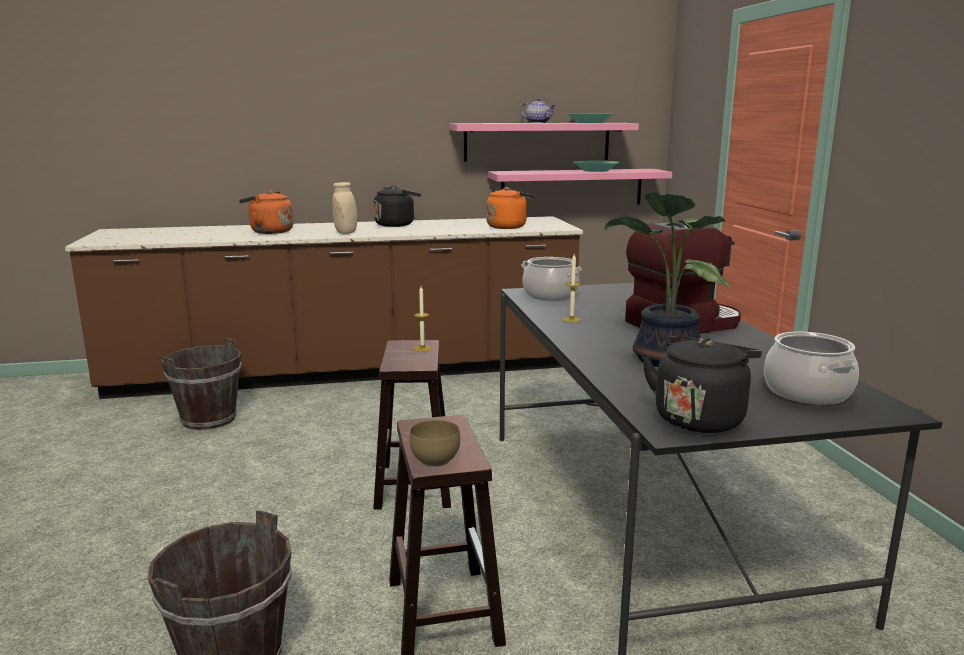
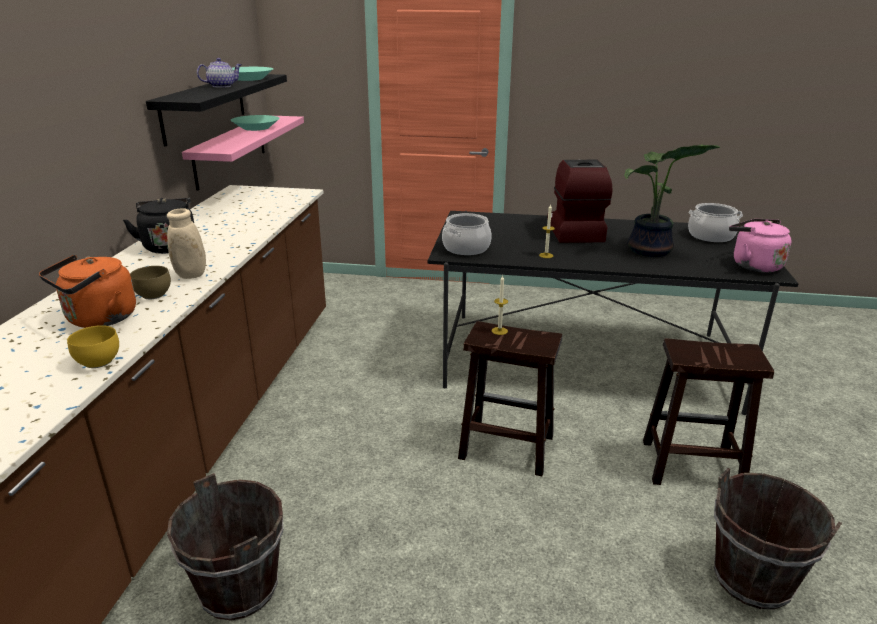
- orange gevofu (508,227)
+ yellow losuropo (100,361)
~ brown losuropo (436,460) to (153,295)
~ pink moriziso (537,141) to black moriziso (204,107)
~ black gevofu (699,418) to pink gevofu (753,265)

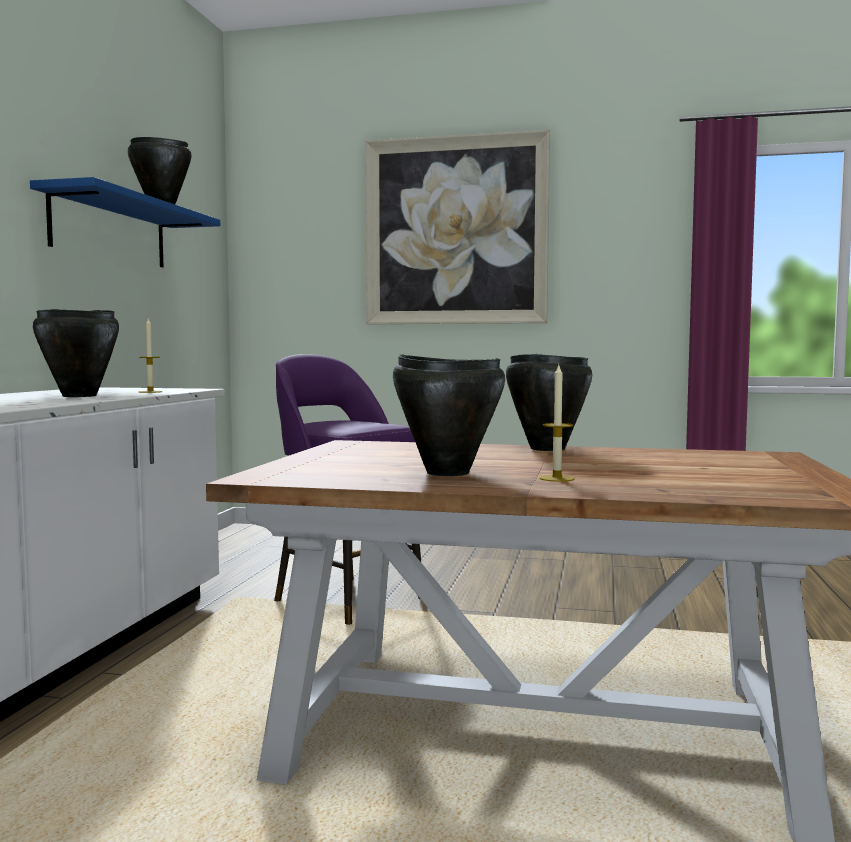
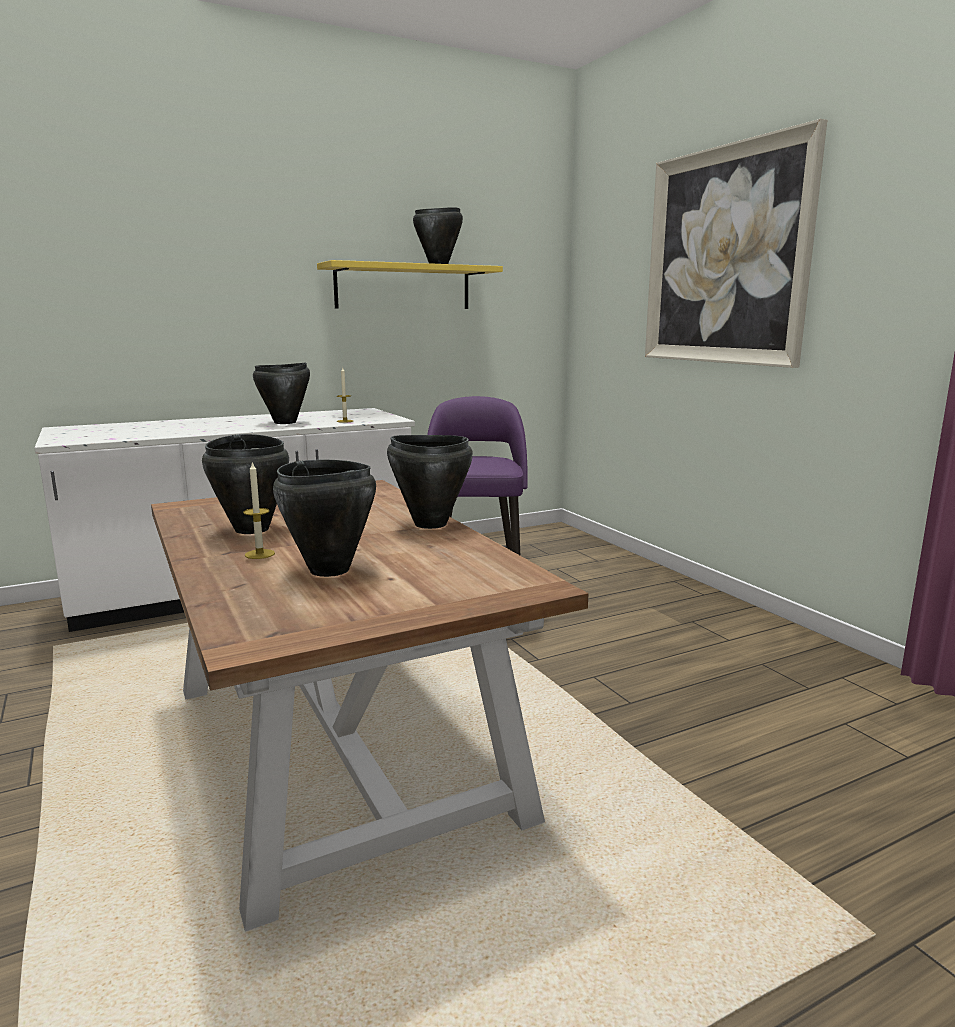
+ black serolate (329,570)
~ blue moriziso (110,231) to yellow moriziso (403,287)

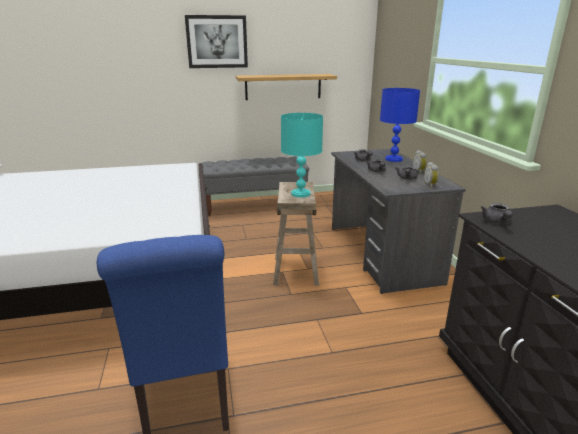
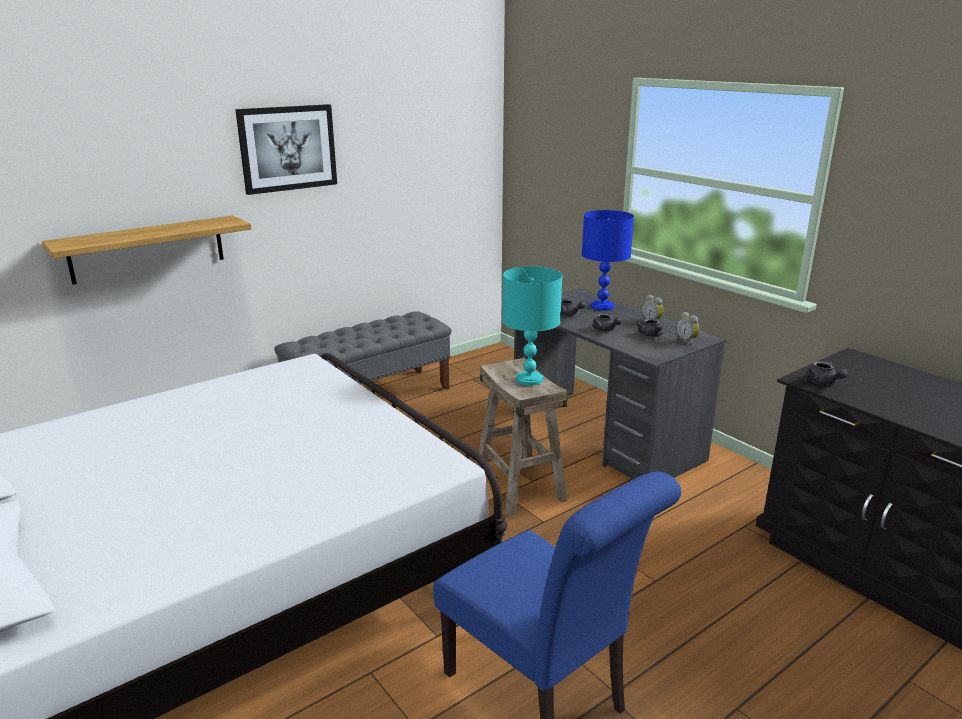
~ moriziso (283,87) to (147,249)

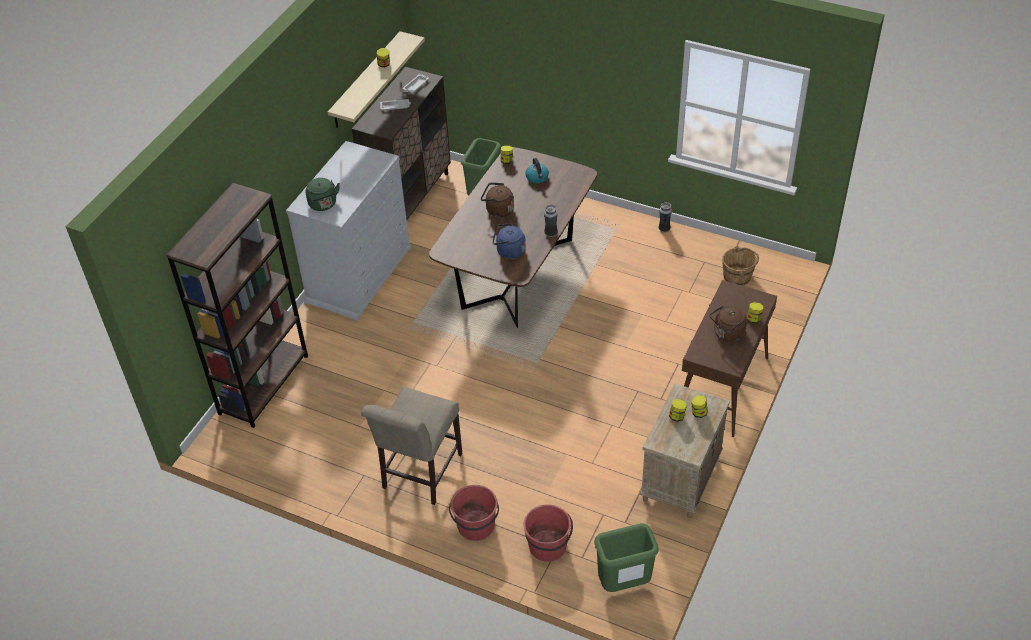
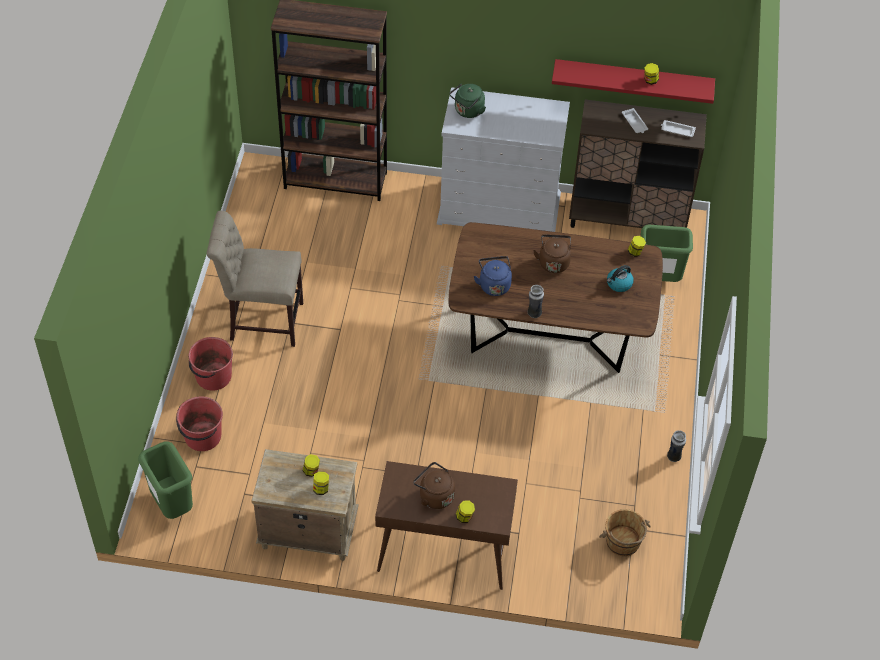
~ beige moriziso (366,81) to red moriziso (633,79)

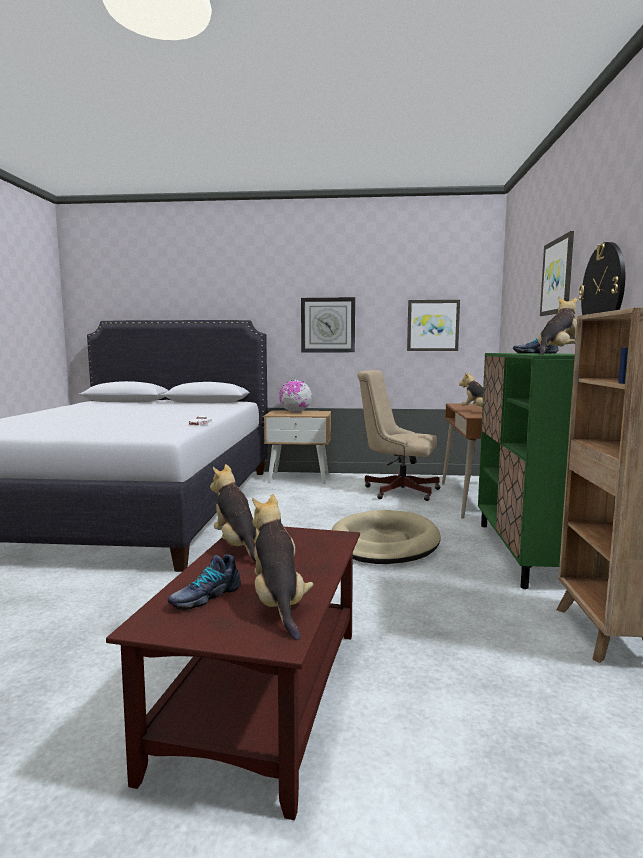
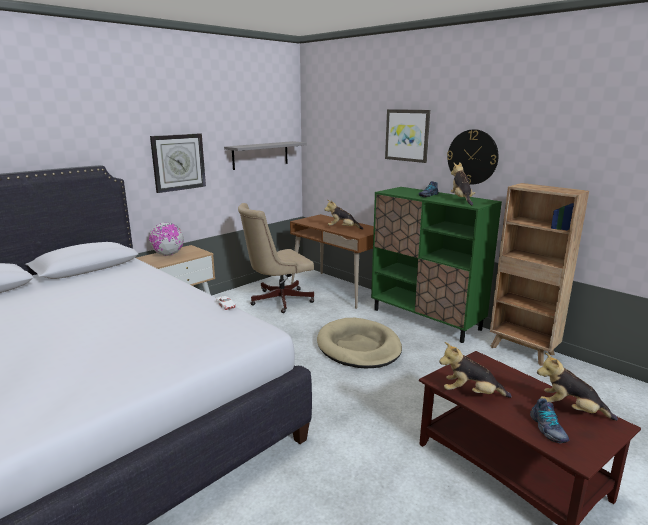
~ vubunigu (433,325) to grey moriziso (260,155)

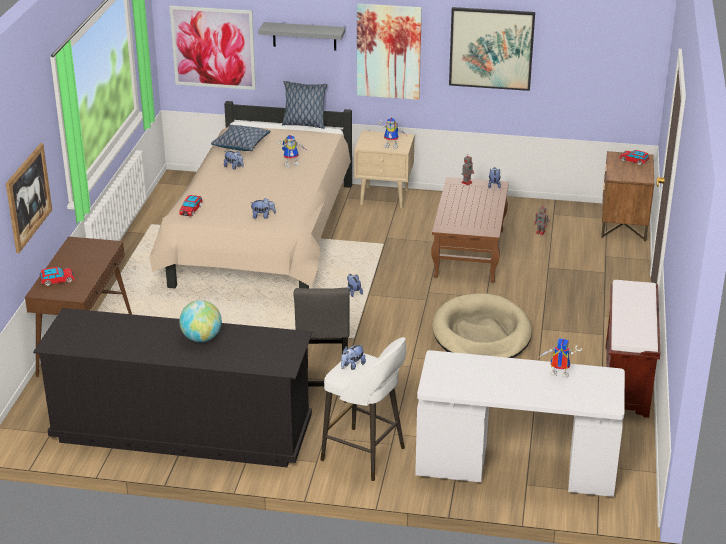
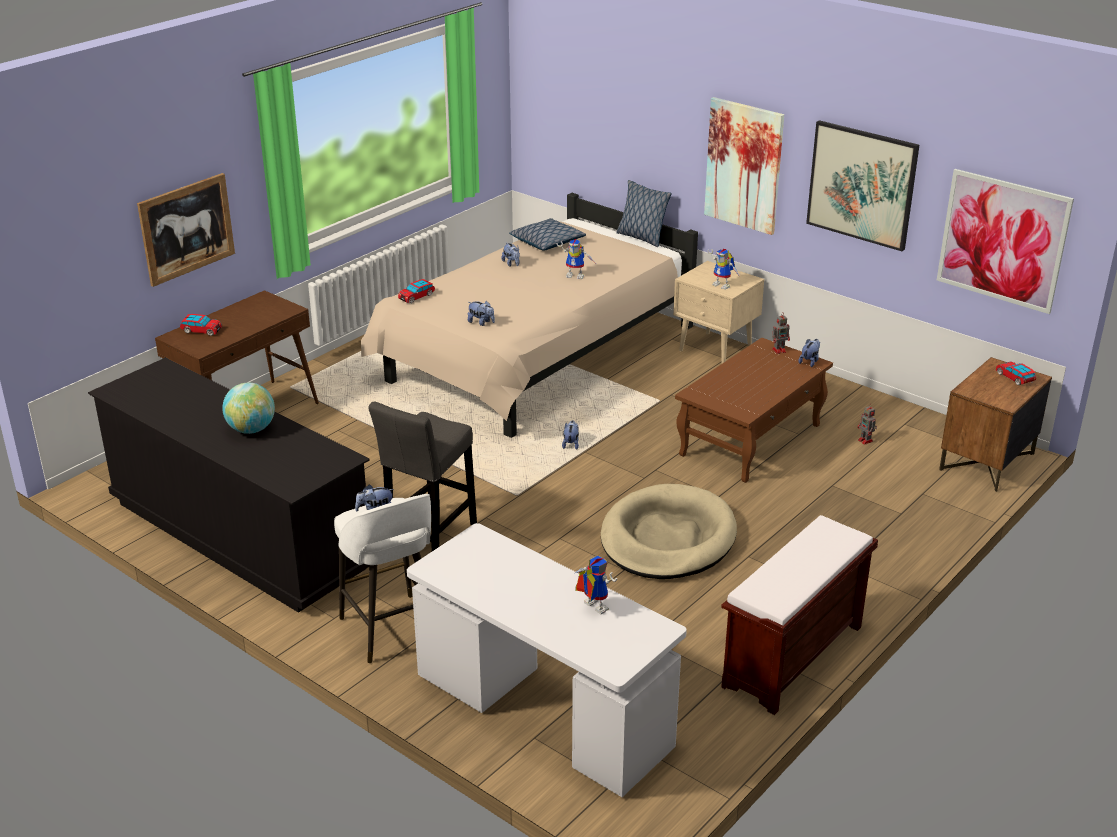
- grey moriziso (304,36)
~ vubunigu (213,47) to (1002,240)

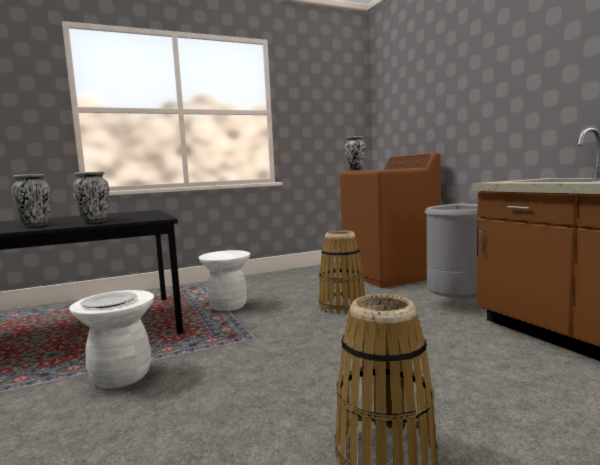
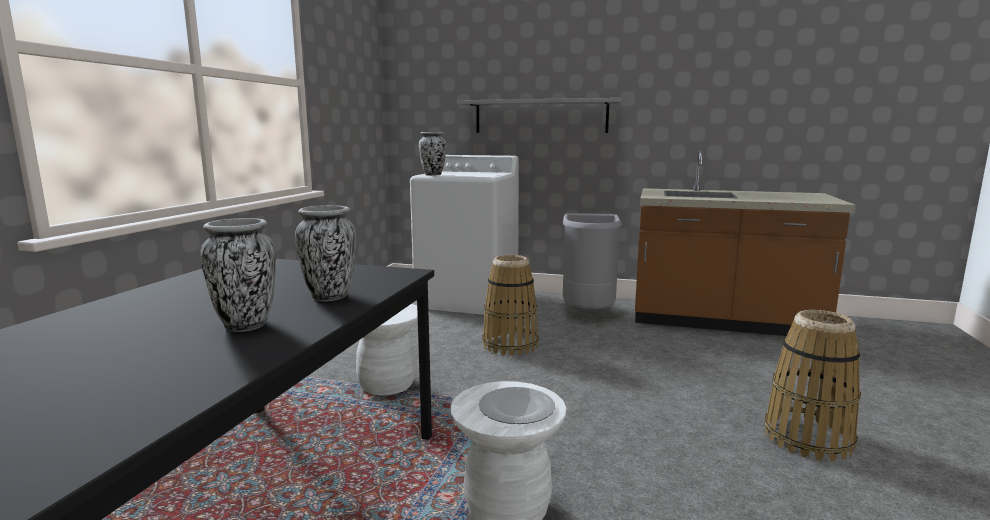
+ grey moriziso (540,116)
~ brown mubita (390,275) to white mubita (468,299)

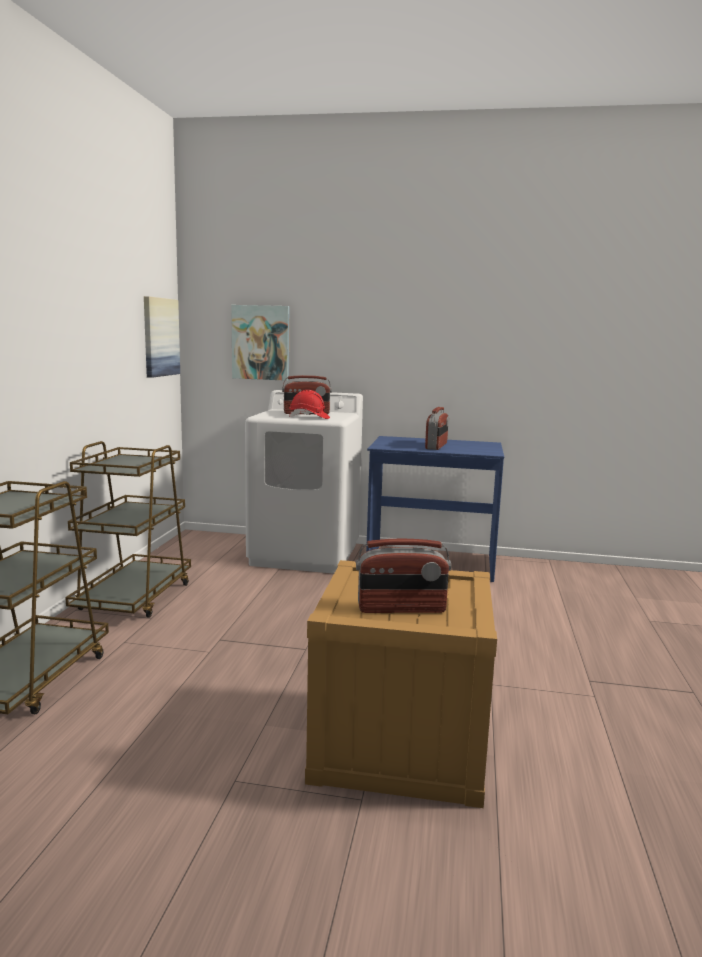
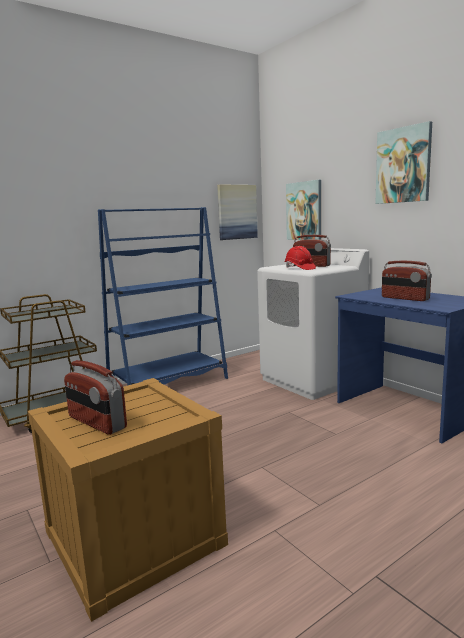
+ vubunigu (403,165)
~ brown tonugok (134,598) to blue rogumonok (169,384)
~ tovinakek (436,446) = (404,298) 75 degrees clockwise

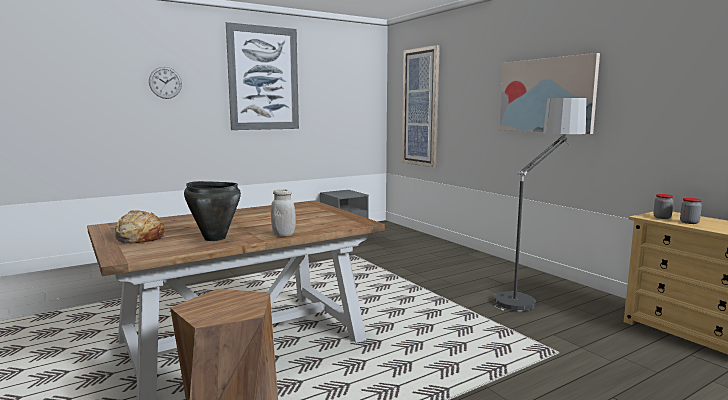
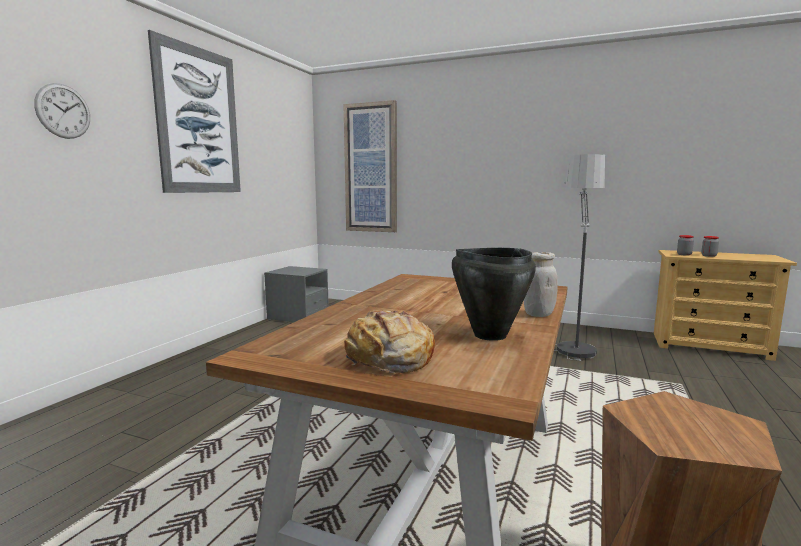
- vubunigu (546,95)

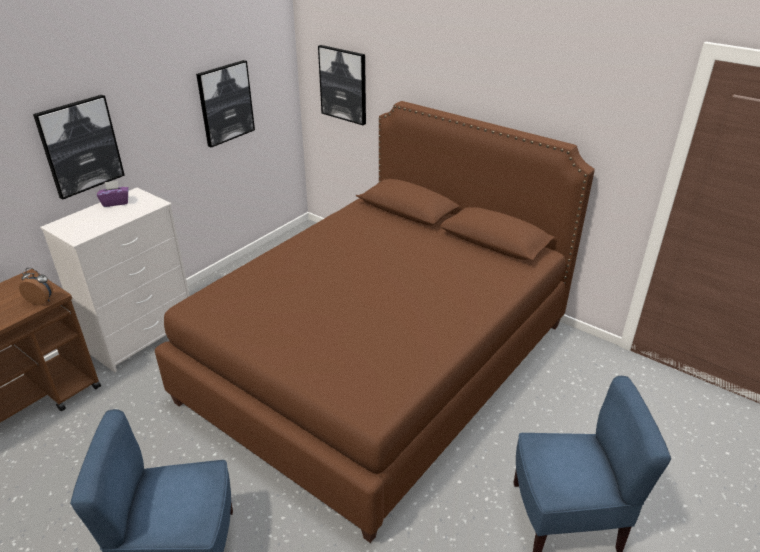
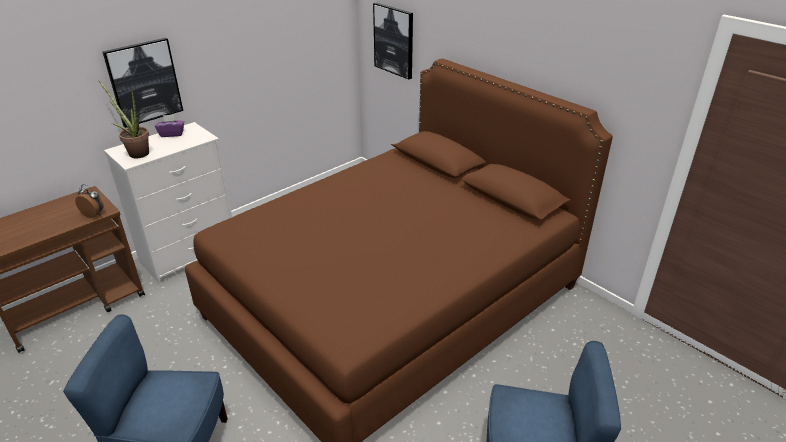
- vubunigu (225,103)
+ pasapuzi (136,152)

